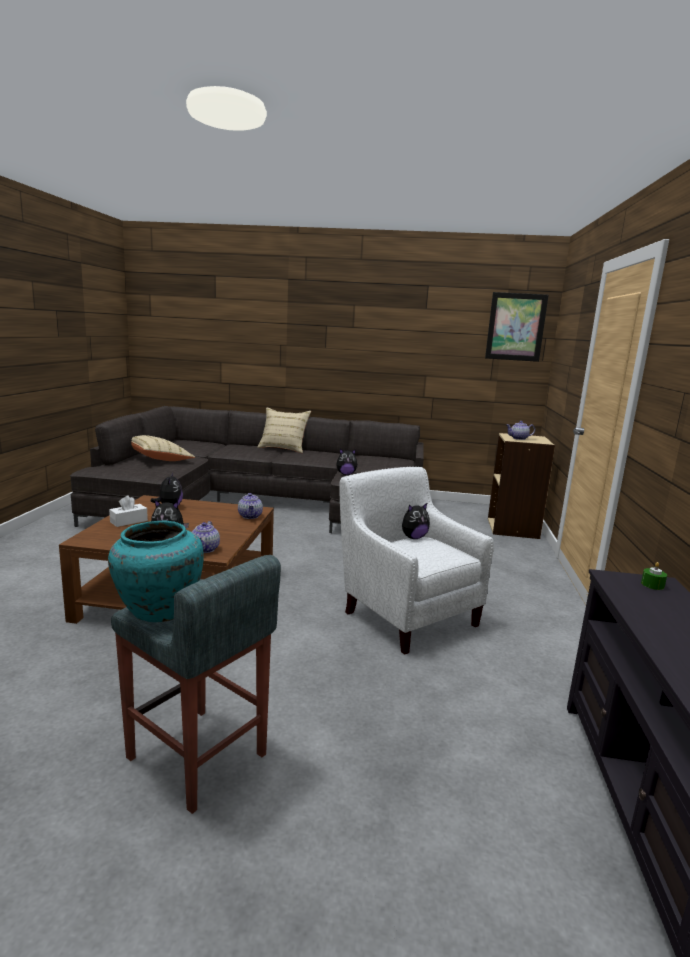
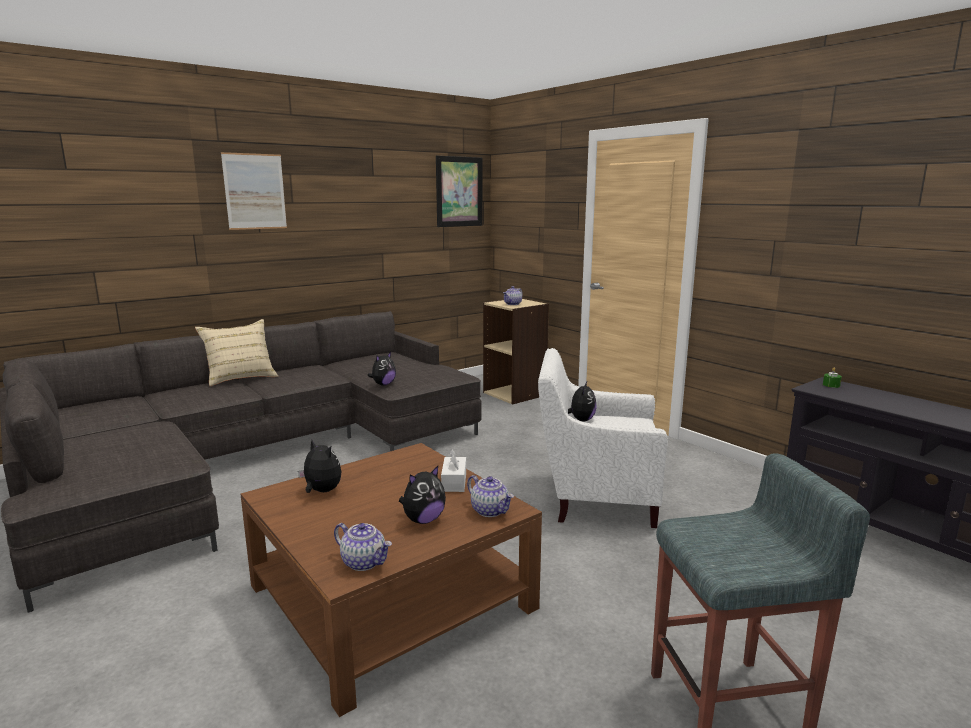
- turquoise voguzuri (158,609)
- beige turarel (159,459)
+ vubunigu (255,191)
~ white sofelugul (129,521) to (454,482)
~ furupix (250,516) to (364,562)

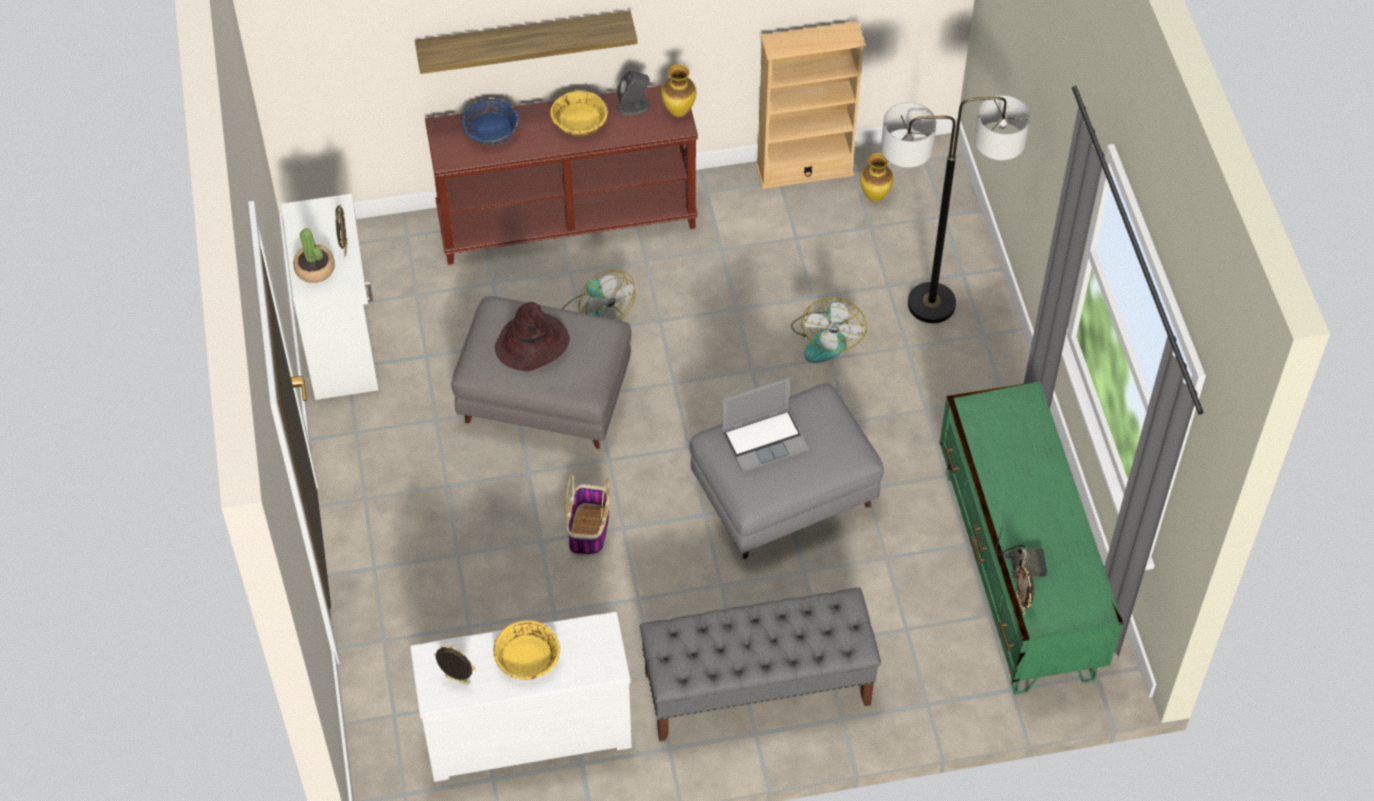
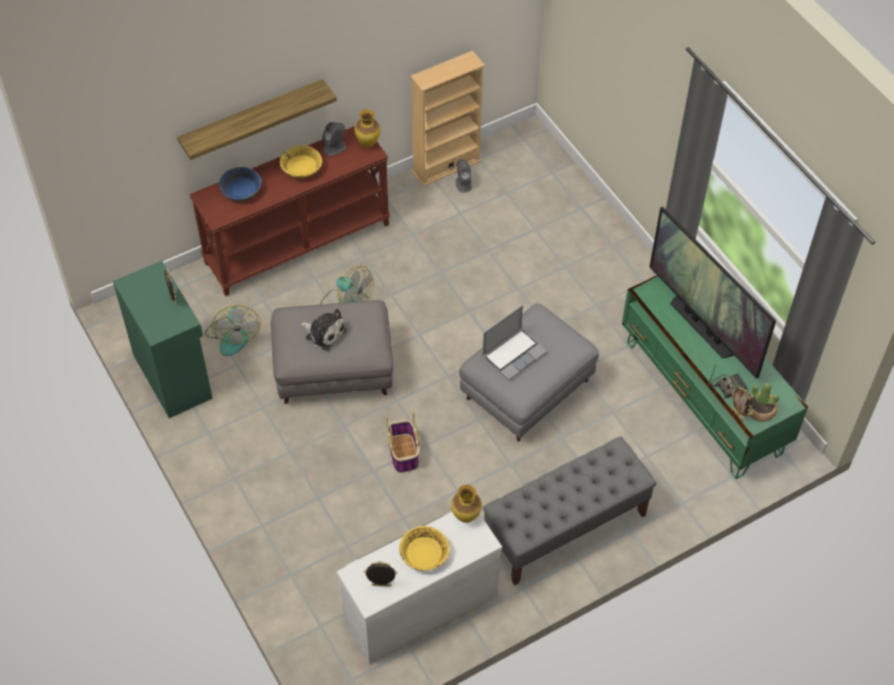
- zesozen (931,304)
+ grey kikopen (463,184)
+ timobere (702,326)
~ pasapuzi (315,269) to (760,410)
~ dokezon (826,338) to (233,335)
~ voguzuri (874,197) to (465,517)
~ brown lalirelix (532,343) to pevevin (324,333)
~ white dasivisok (342,347) to green dasivisok (173,375)

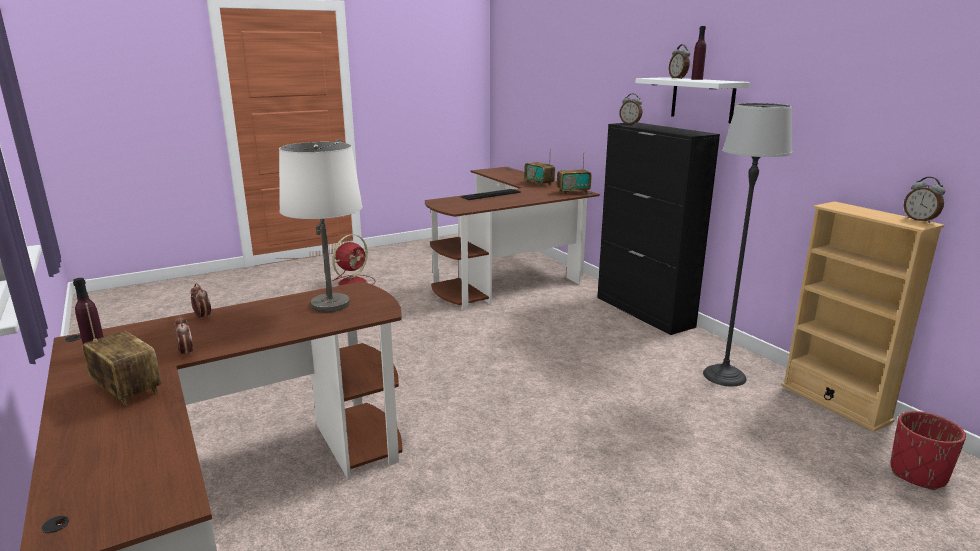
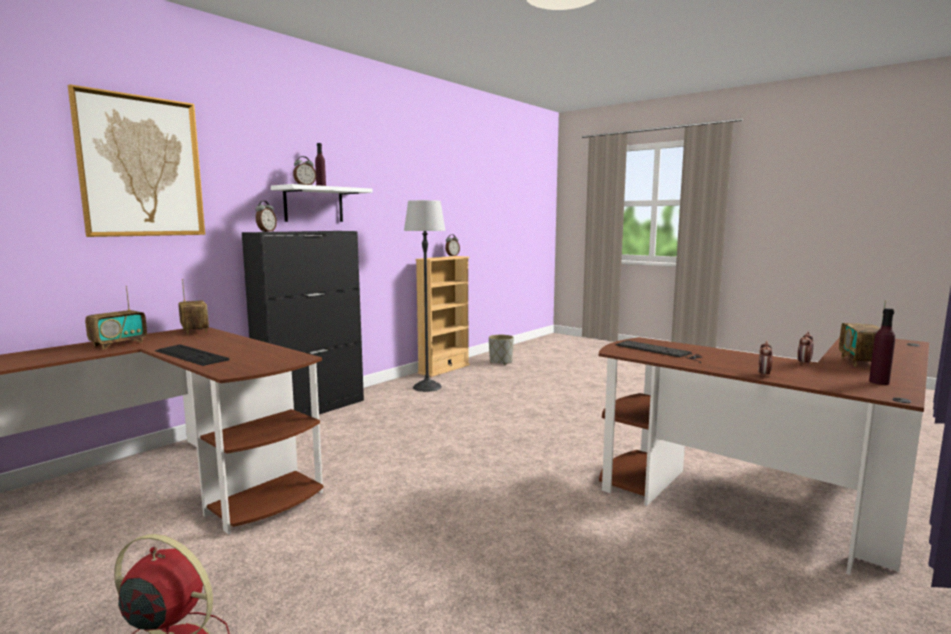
+ vubunigu (141,167)
~ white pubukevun (330,305) to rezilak (660,351)
~ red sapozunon (917,474) to grey sapozunon (500,362)

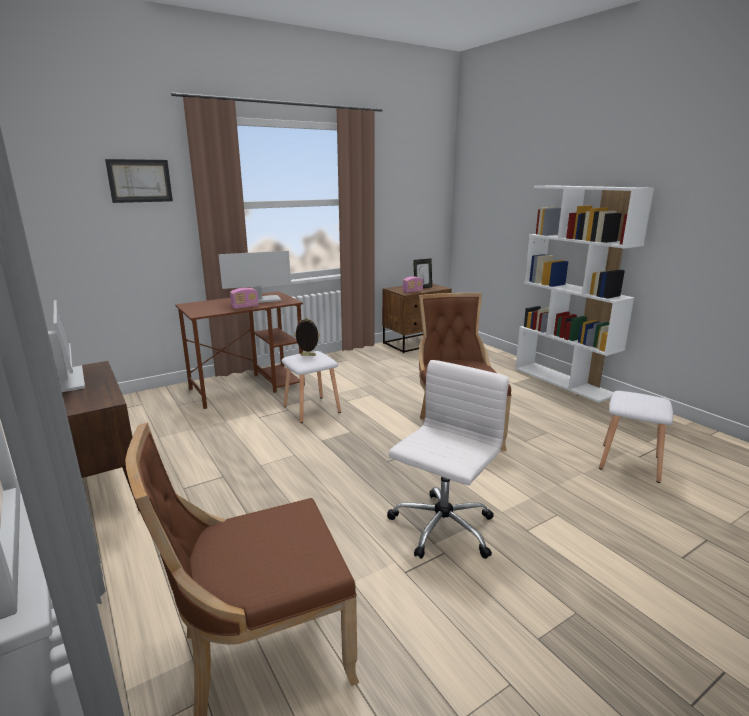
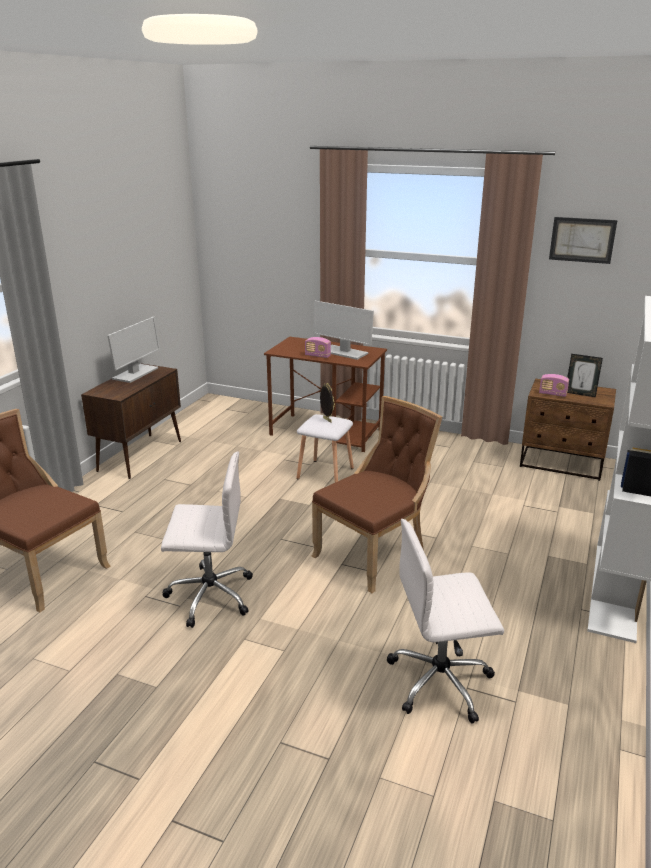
~ vubunigu (140,181) to (582,240)
~ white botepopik (628,462) to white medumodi (441,681)

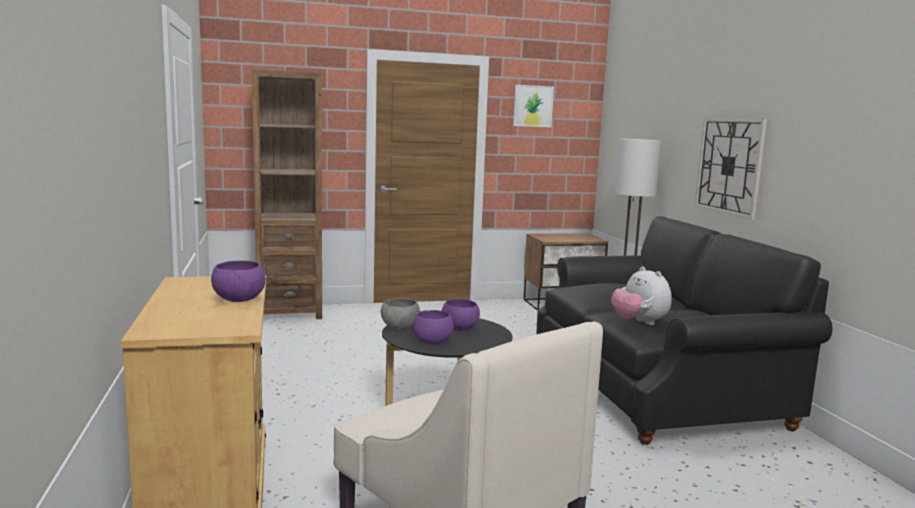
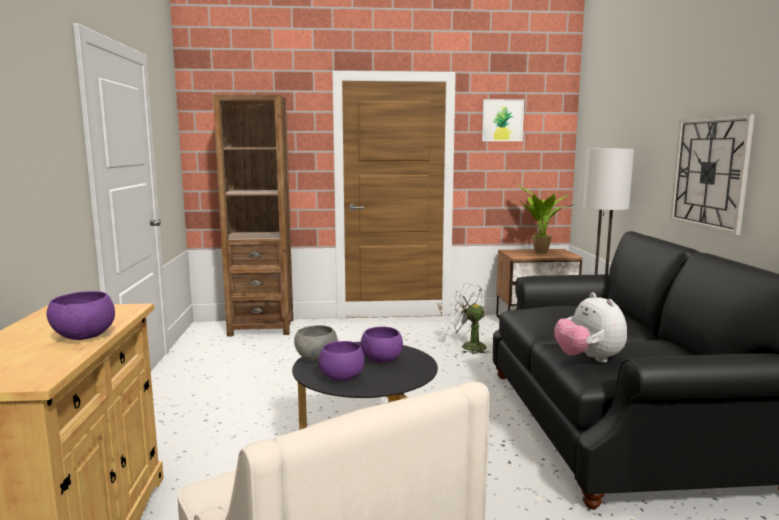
+ white dokezon (468,346)
+ pasapuzi (540,253)

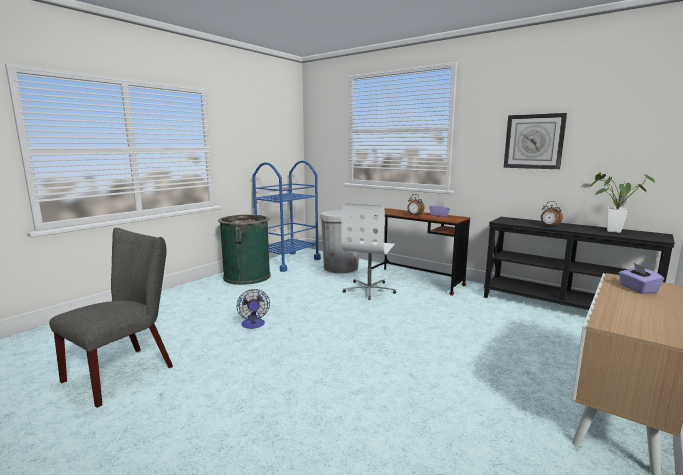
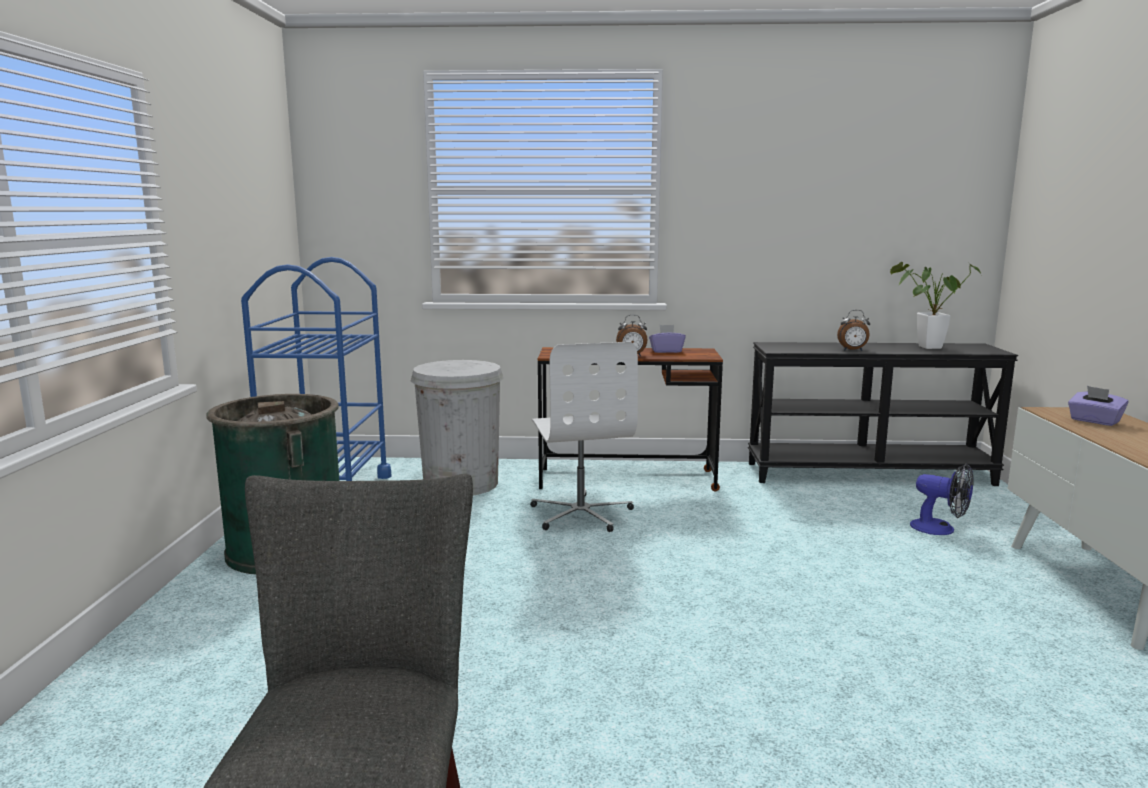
- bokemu (534,141)
~ dokezon (253,325) to (940,529)

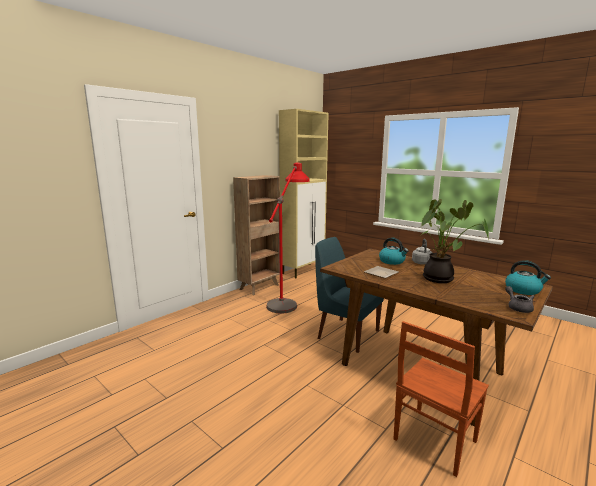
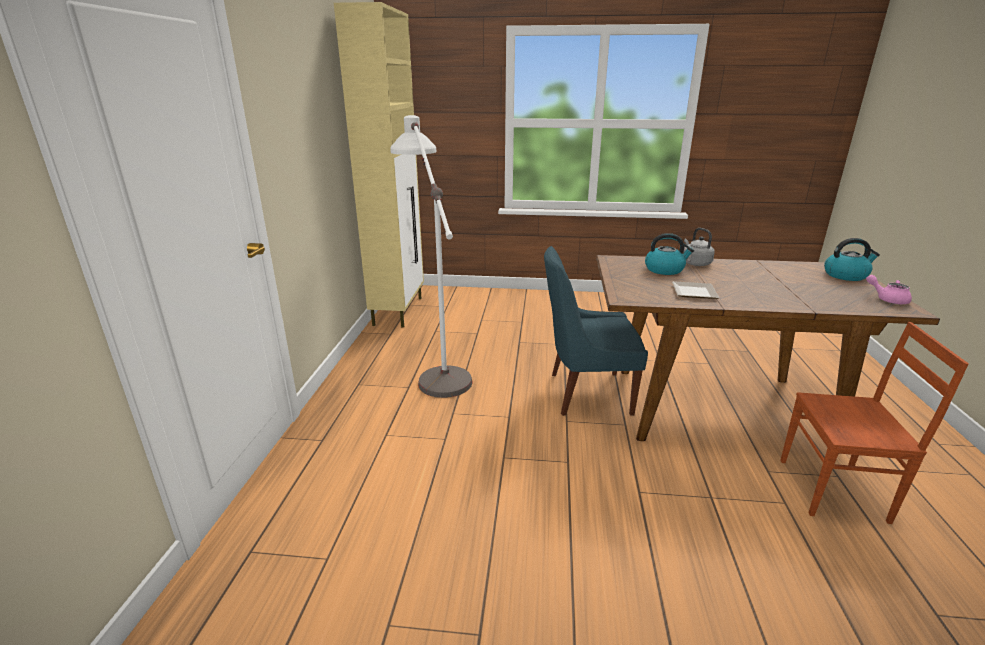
- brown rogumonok (260,287)
- pasapuzi (440,279)
~ red zesozen (288,298) to white zesozen (436,364)
~ grey furupix (518,307) to pink furupix (887,299)
~ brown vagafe (433,440) = (834,491) 90 degrees counterclockwise

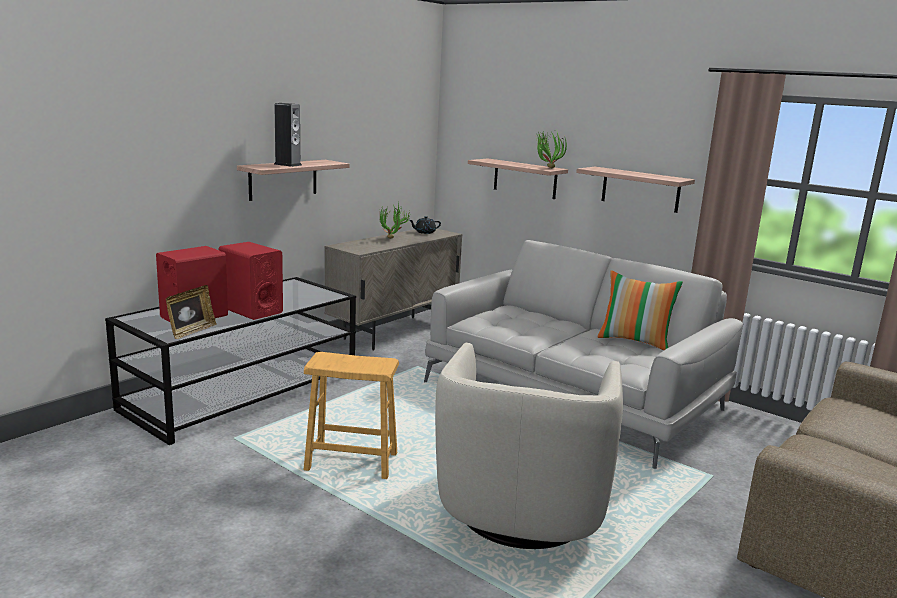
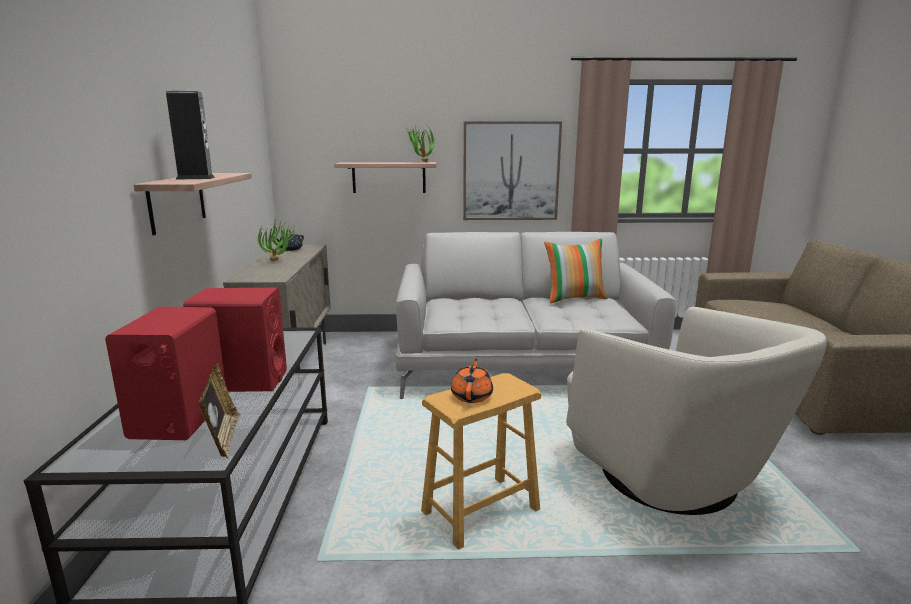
+ orange furupix (472,396)
~ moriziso (640,189) to vubunigu (511,171)

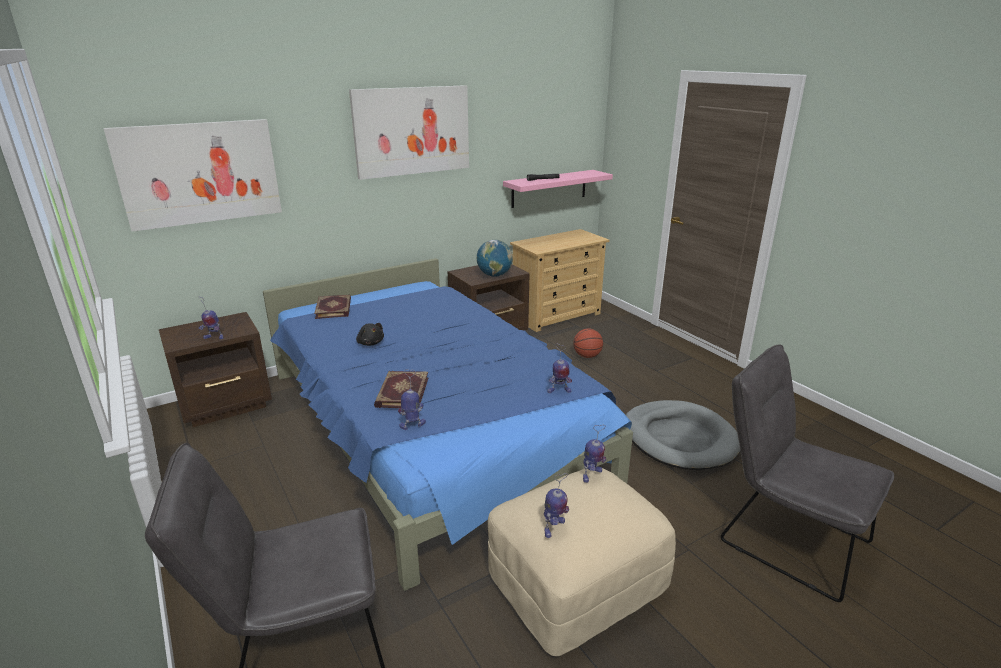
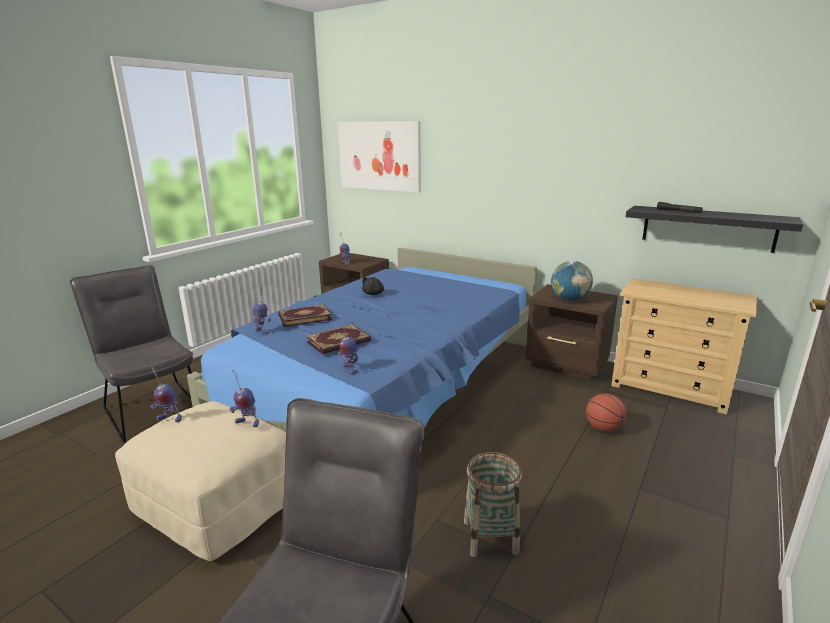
- vubunigu (412,131)
~ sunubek (334,308) to (339,342)
~ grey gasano (679,438) to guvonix (490,537)
~ pink moriziso (549,188) to black moriziso (707,228)

